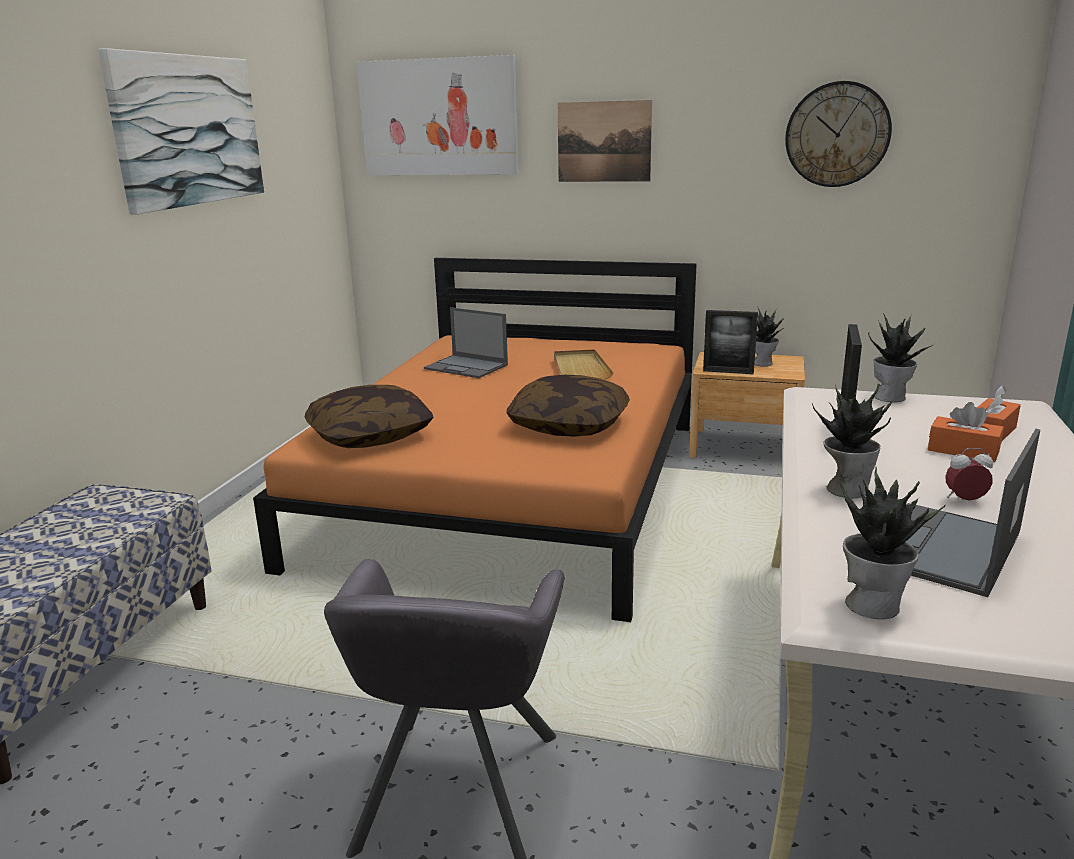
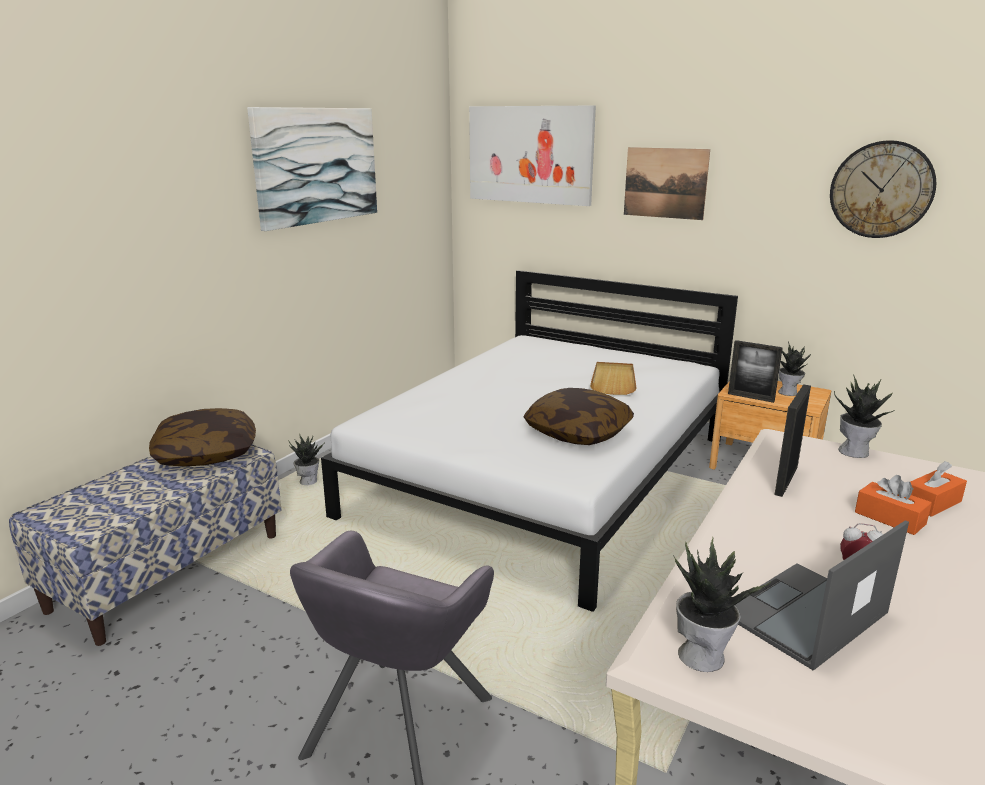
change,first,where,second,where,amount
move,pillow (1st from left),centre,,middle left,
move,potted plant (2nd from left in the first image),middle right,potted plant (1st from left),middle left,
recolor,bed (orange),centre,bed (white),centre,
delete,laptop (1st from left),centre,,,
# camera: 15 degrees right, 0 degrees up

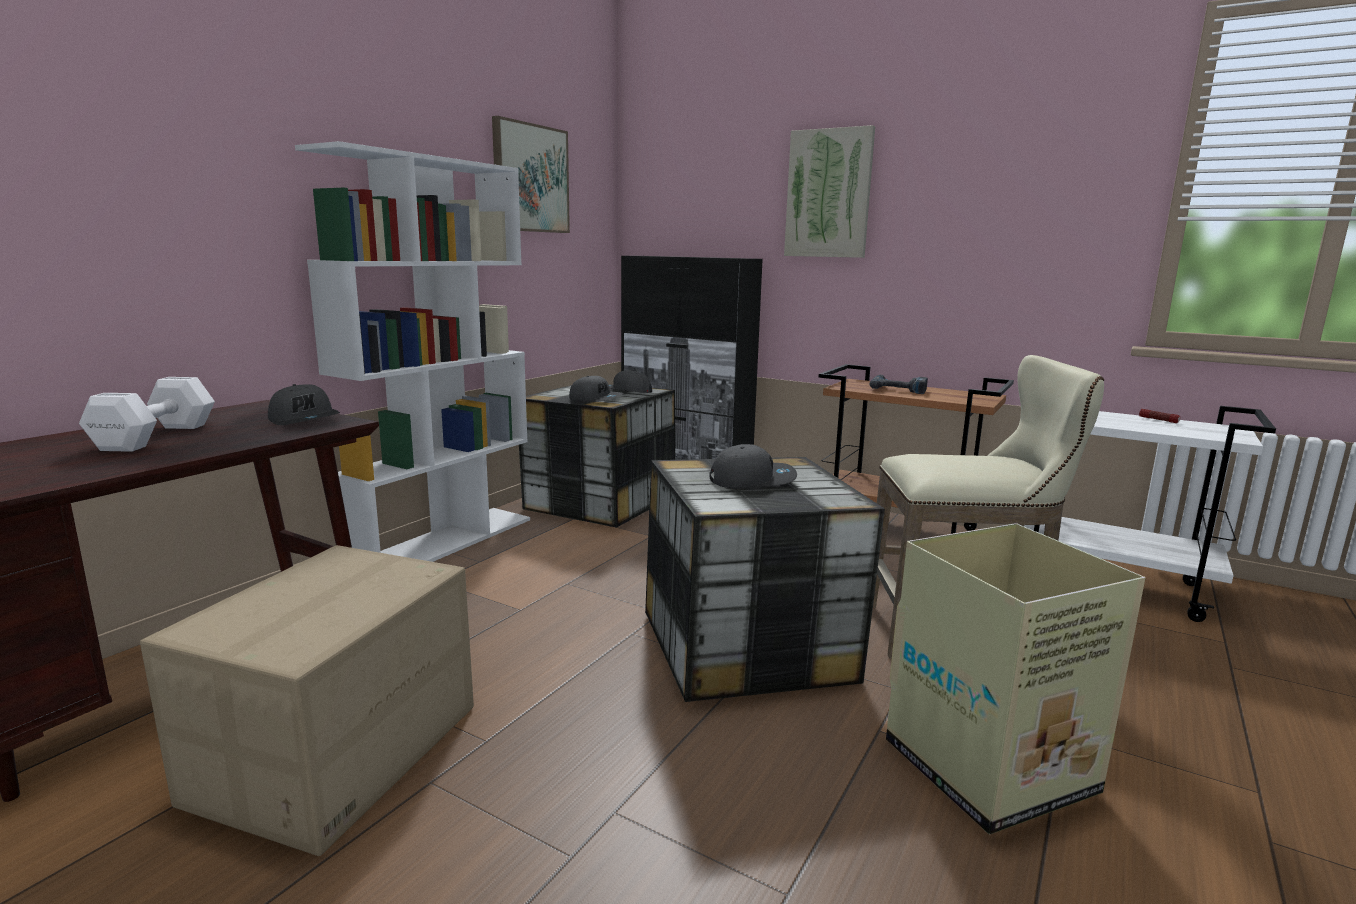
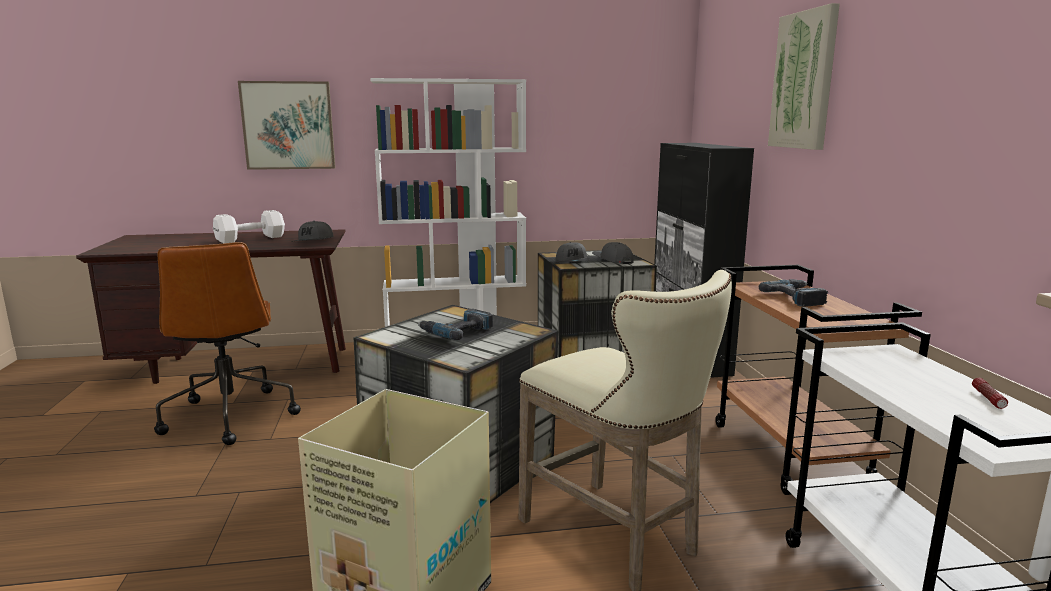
change,first,where,second,where,amount
replace,cardboard box (1st from left),bottom left,office chair (brown),middle left,
move,picture (1st from left),top centre,,top left,
replace,cap (grey) (4th from left),centre,power drill (1st from left),centre,
# camera: 50 degrees right, 0 degrees up

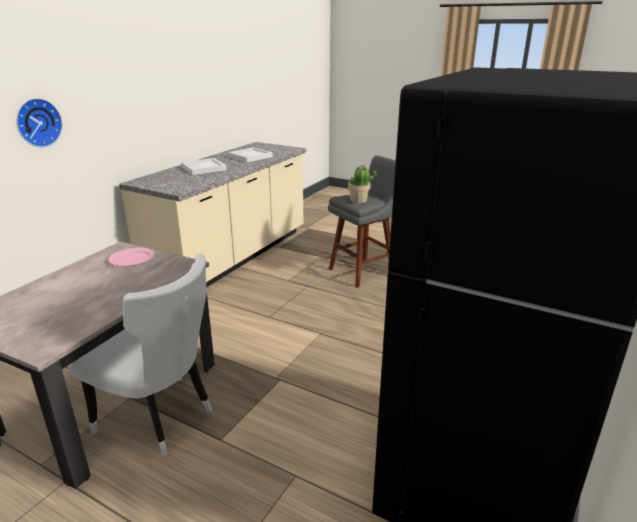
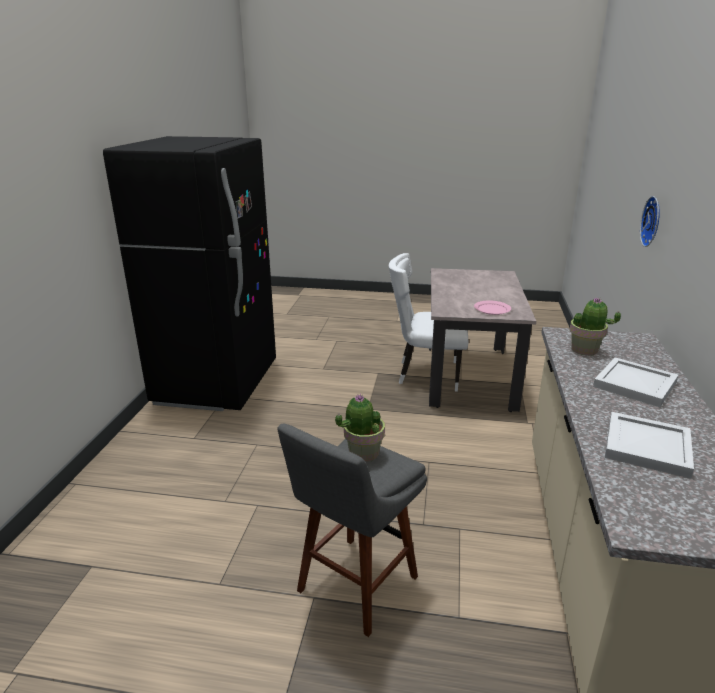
change,first,where,second,where,amount
insert,,,potted plant (2nd from left),middle right,
# camera: 160 degrees right, 0 degrees up

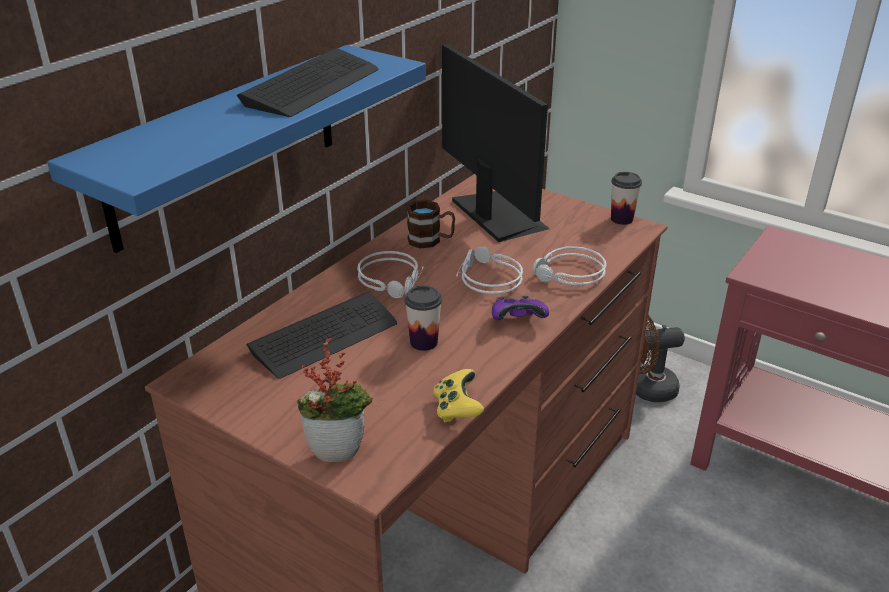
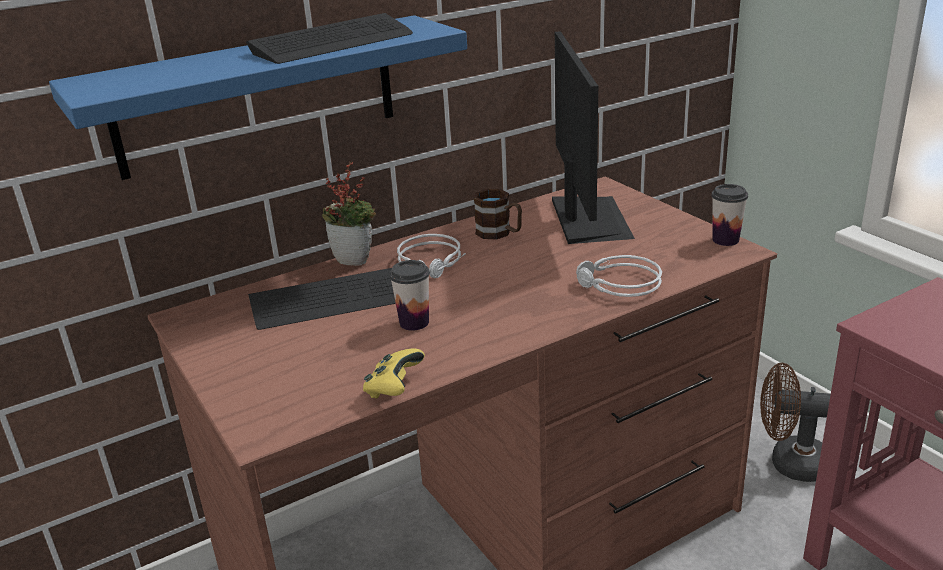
change,first,where,second,where,amount
move,potted plant,bottom centre,,centre,
delete,headphones (grey) (2nd from left),centre,,,
delete,game controller (purple),centre,,,
# camera: 25 degrees right, 5 degrees down

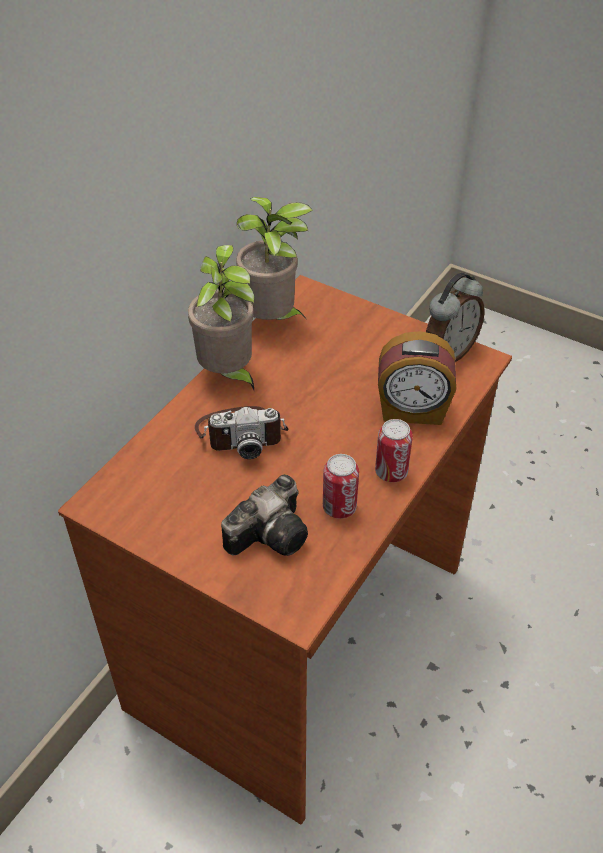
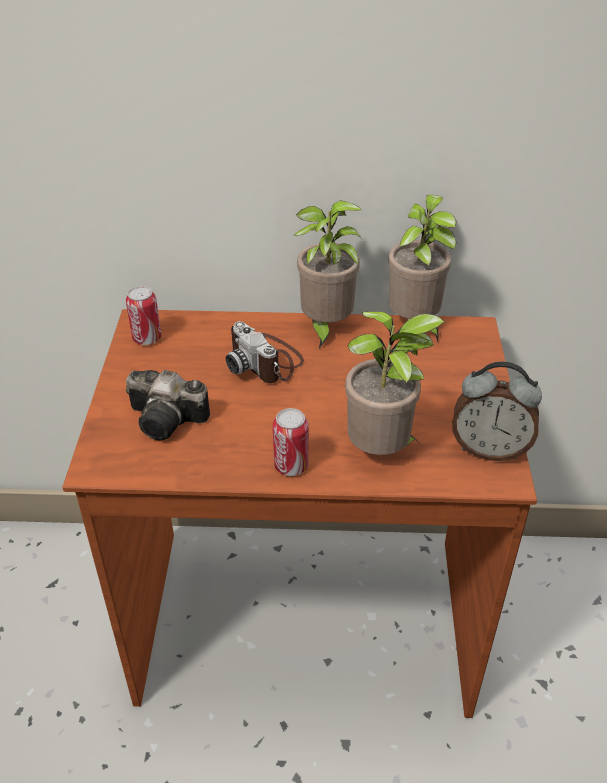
change,first,where,second,where,amount
move,can (1st from left),centre,,middle left,
replace,alarm clock (1st from left),middle right,potted plant (2nd from left),centre,
# camera: 60 degrees right, 5 degrees down

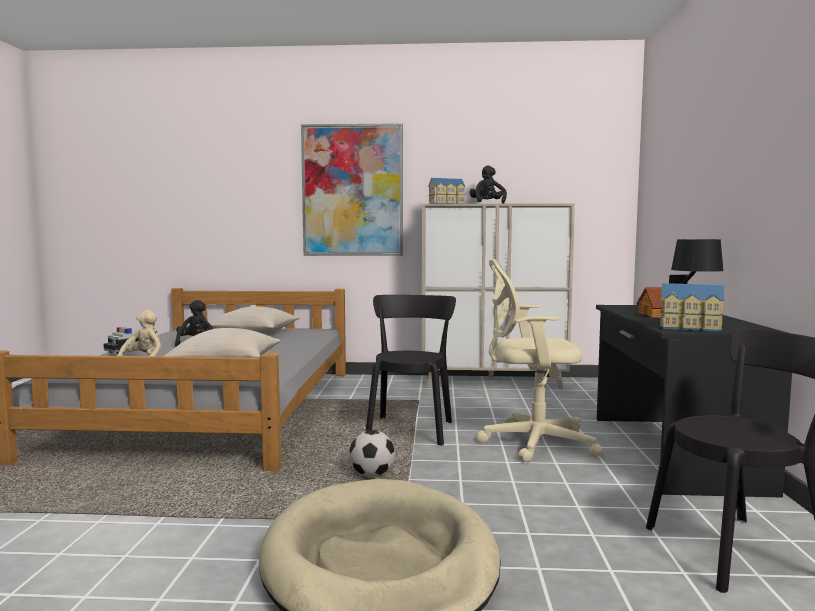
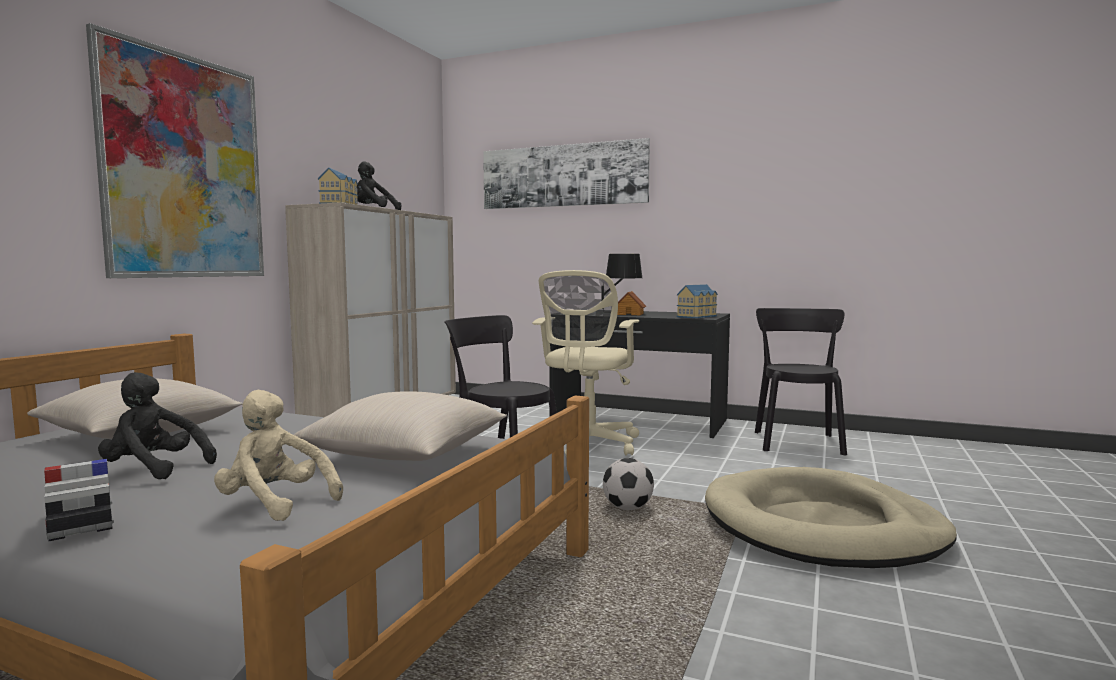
change,first,where,second,where,amount
insert,,,picture (2nd from left),top centre,
# camera: 70 degrees left, 0 degrees up

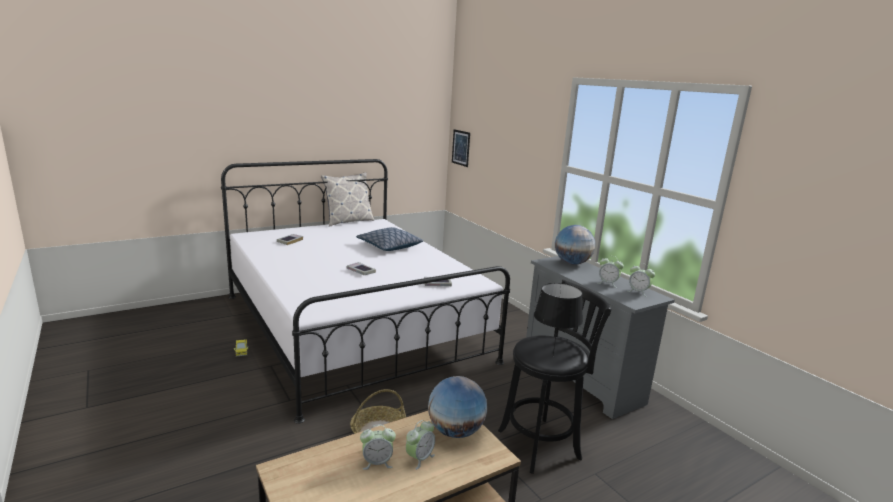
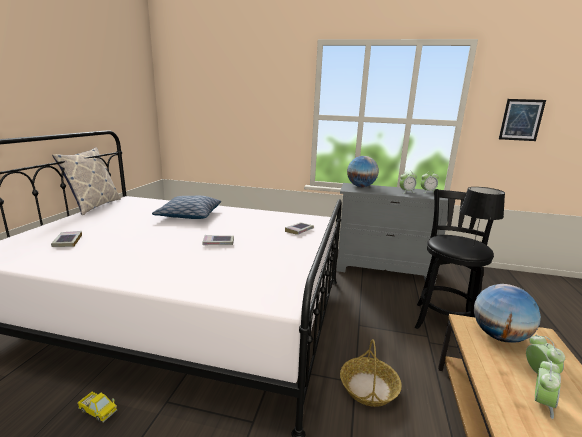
change,first,where,second,where,amount
move,picture,top centre,,top right,
# camera: 45 degrees left, 0 degrees up

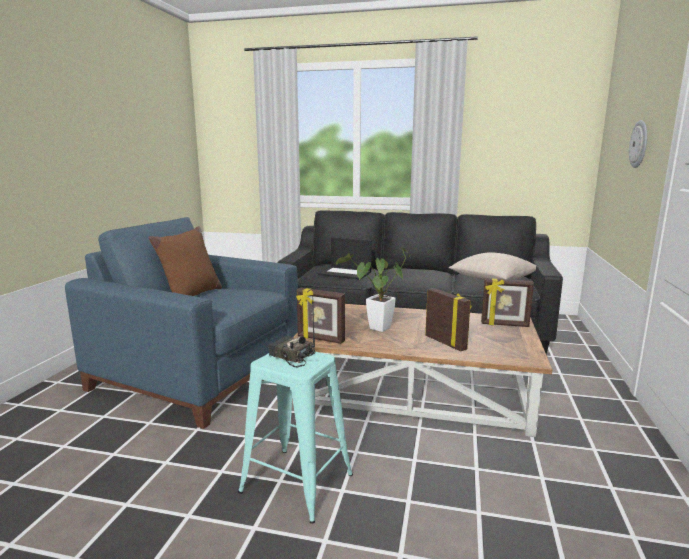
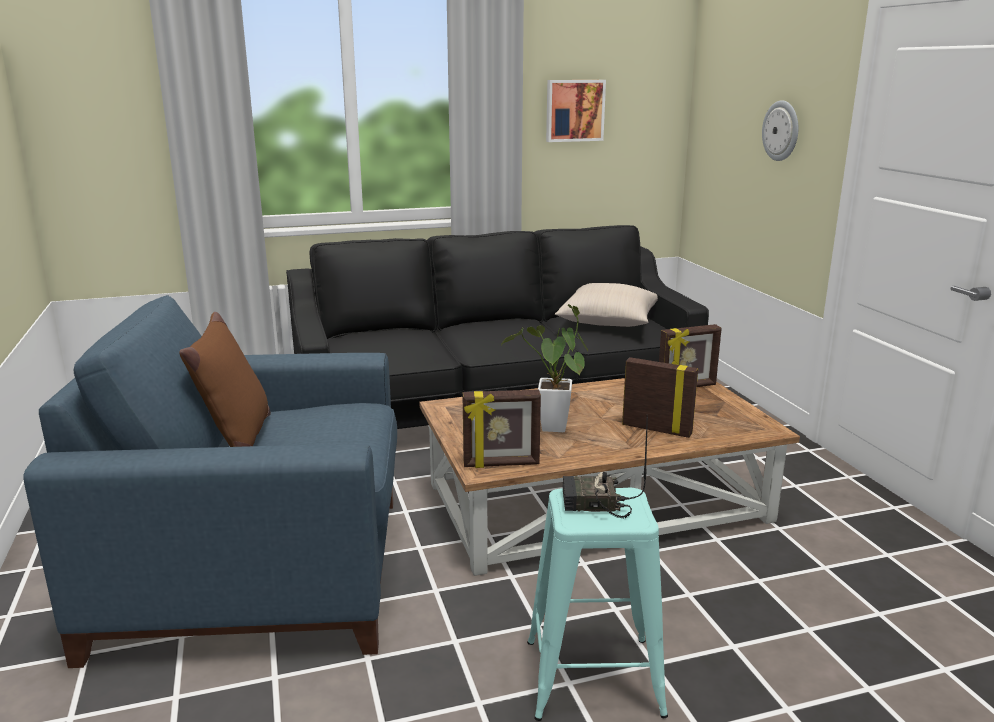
change,first,where,second,where,amount
insert,,,picture,top centre,
delete,laptop,centre,,,
# camera: 30 degrees left, 5 degrees up

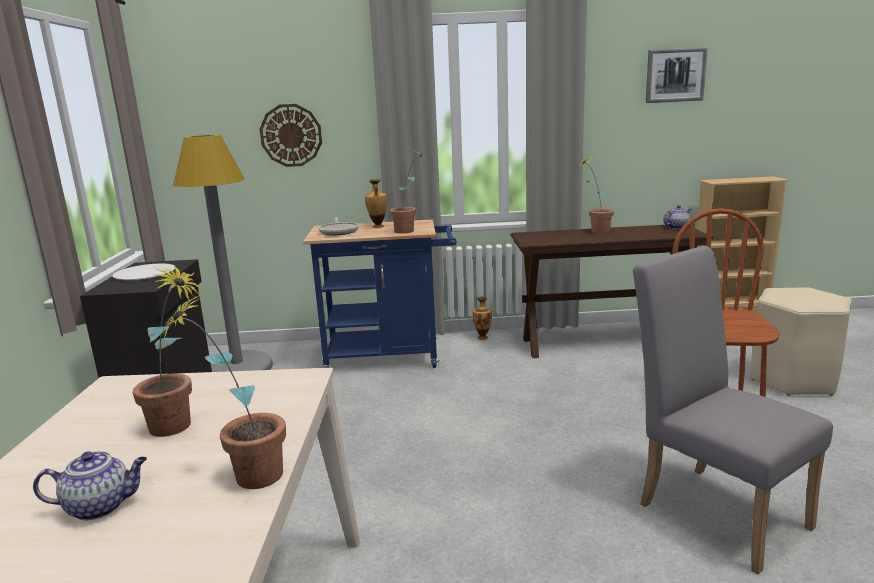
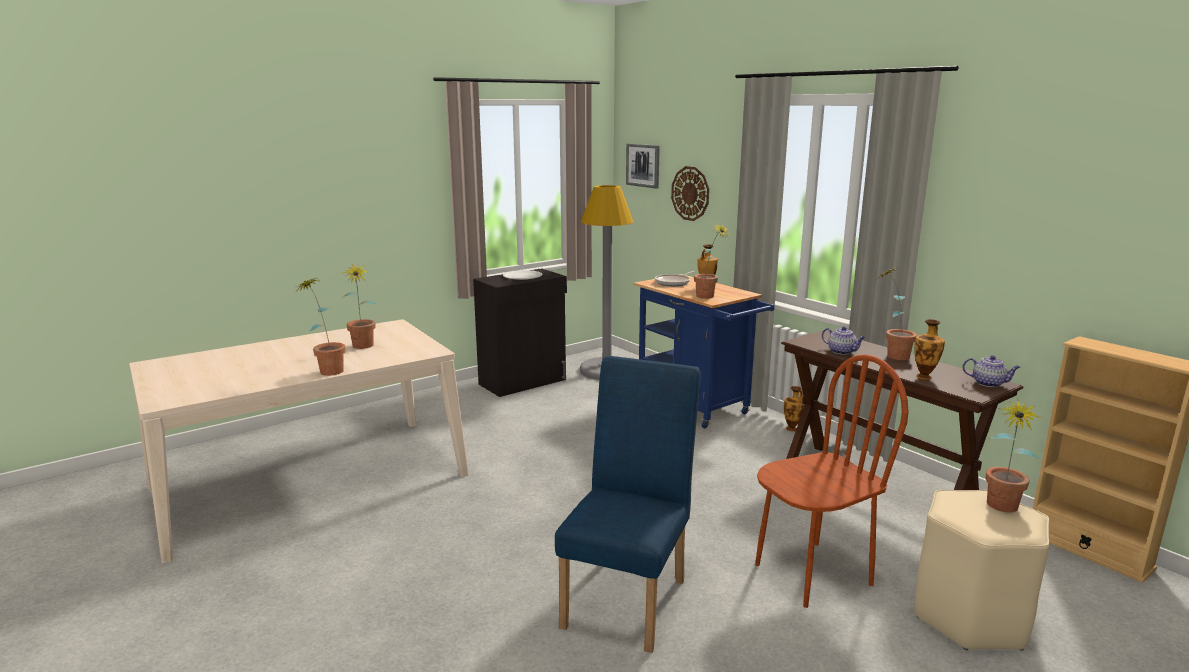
change,first,where,second,where,amount
recolor,chair (grey),bottom right,chair (blue),bottom centre,
move,picture,top right,,top centre,
move,teapot (1st from left),bottom left,,middle right,
insert,,,vase (3rd from left),middle right,
insert,,,potted plant (5th from left),bottom right,
# camera: 55 degrees right, 0 degrees up

